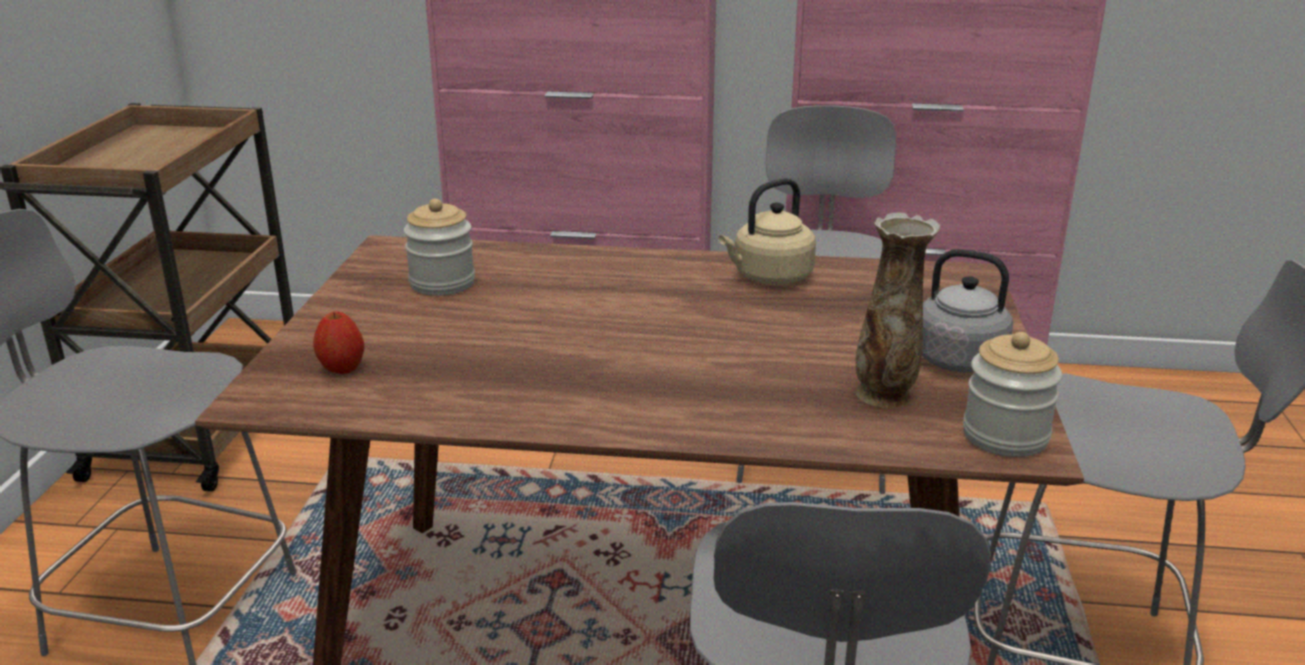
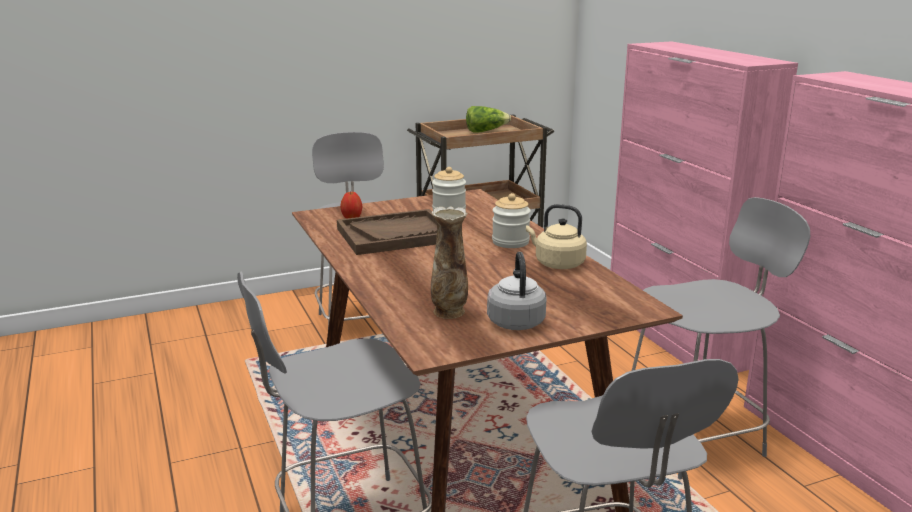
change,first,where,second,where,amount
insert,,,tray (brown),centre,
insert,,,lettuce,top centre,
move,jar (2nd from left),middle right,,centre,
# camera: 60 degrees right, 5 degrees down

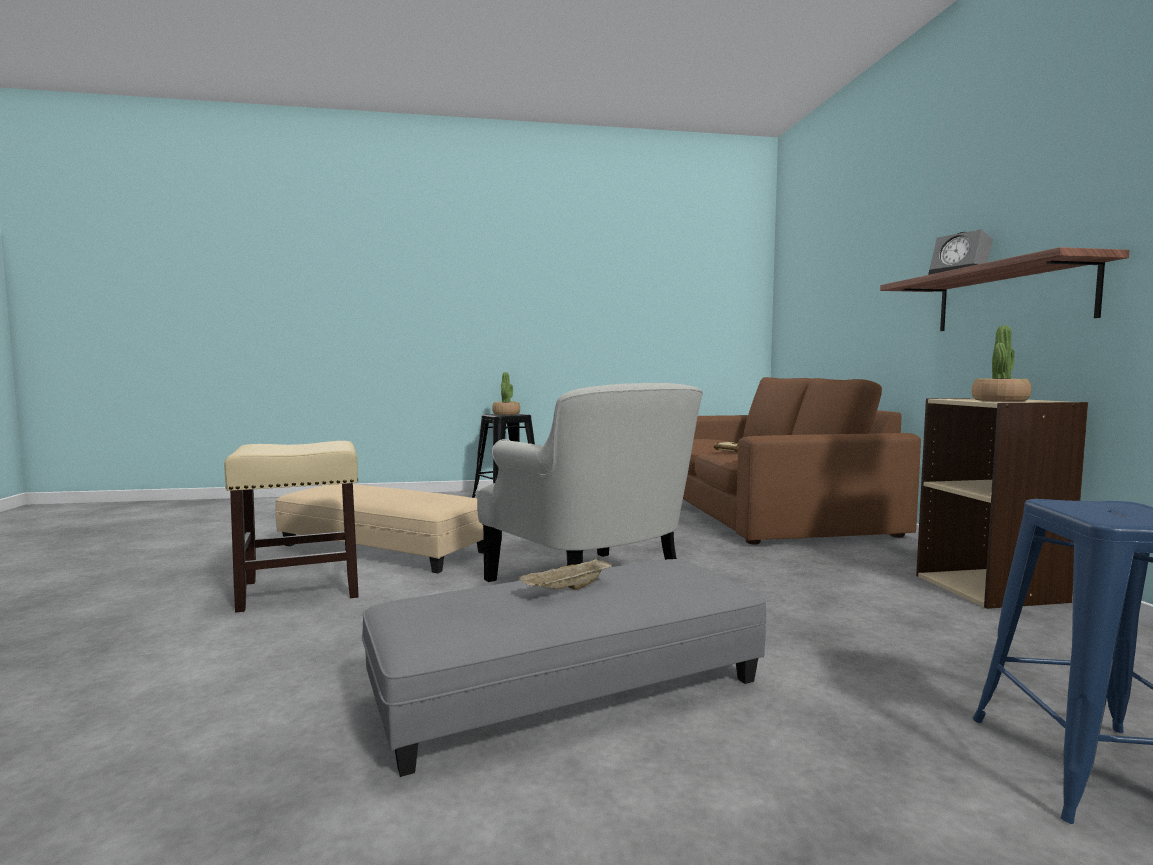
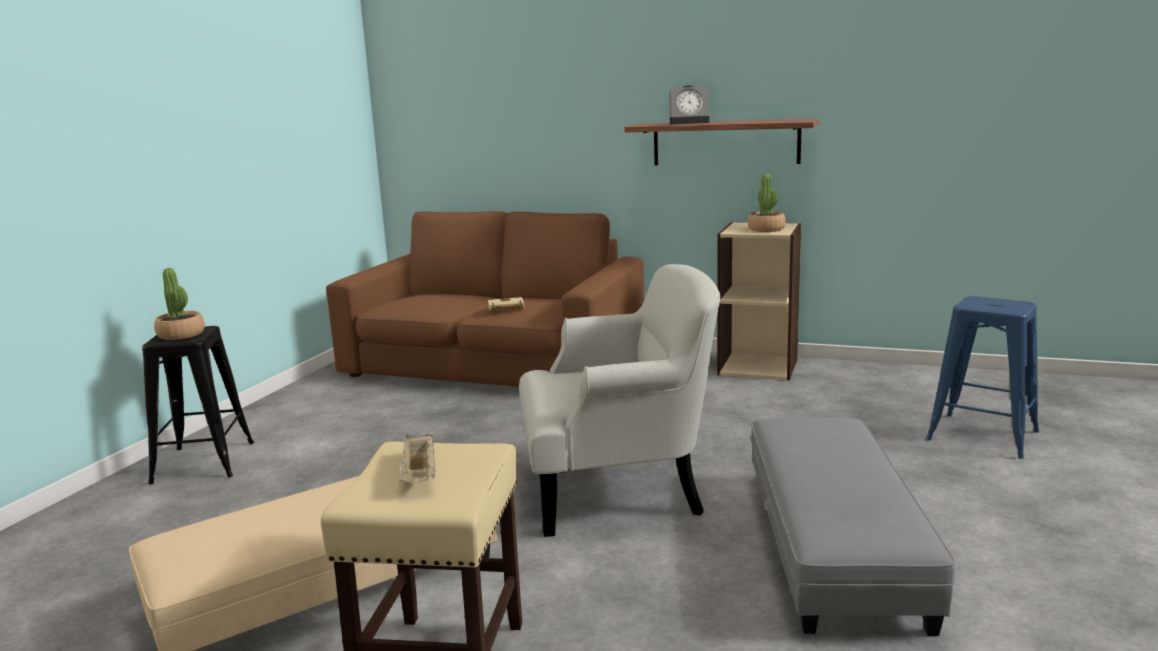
change,first,where,second,where,amount
move,tray (beige),centre,,bottom centre,
# camera: 60 degrees left, 10 degrees up

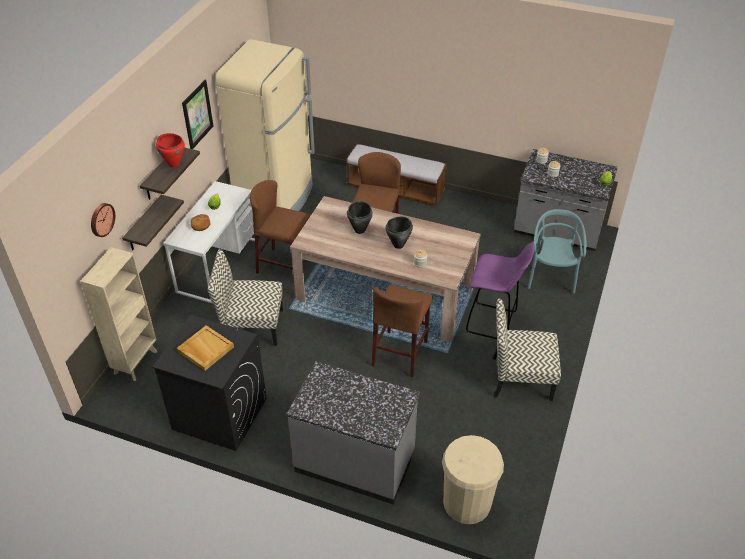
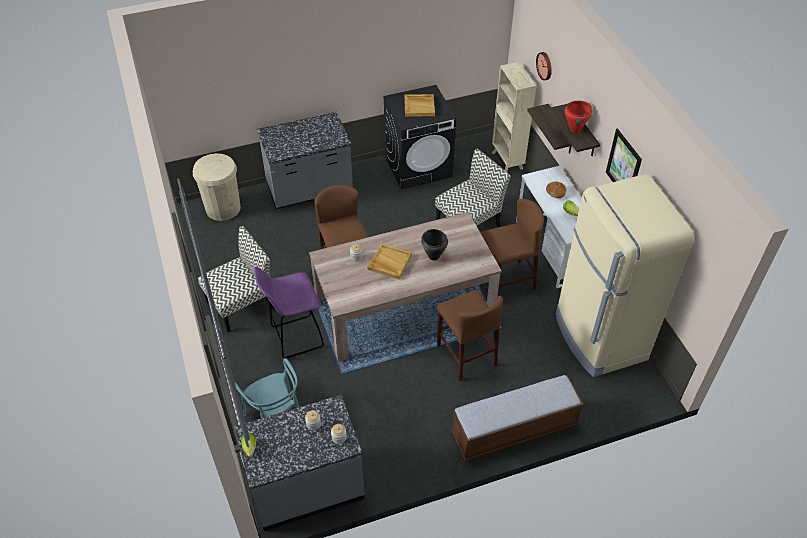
change,first,where,second,where,amount
replace,cooking pot (black) (2nd from left),centre,tray (beige) (1st from left),centre,
# camera: 140 degrees right, 5 degrees up

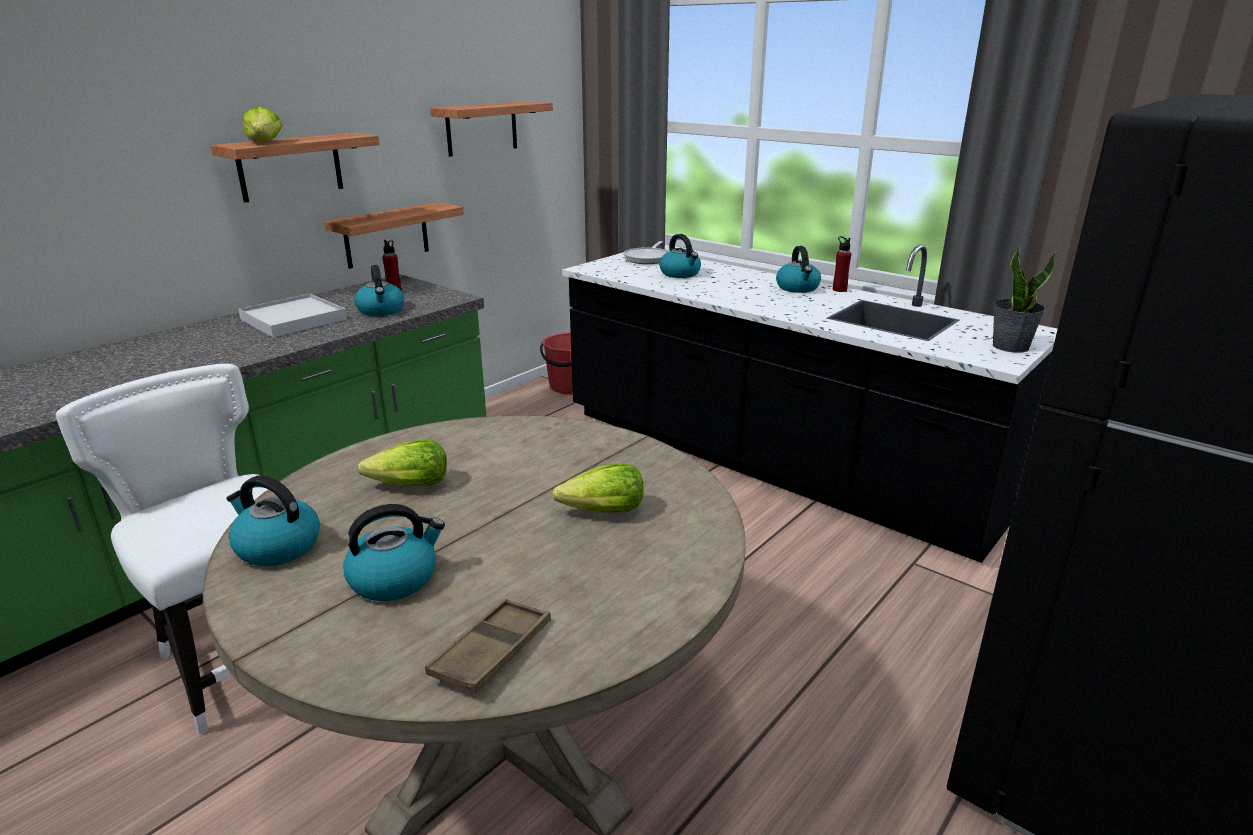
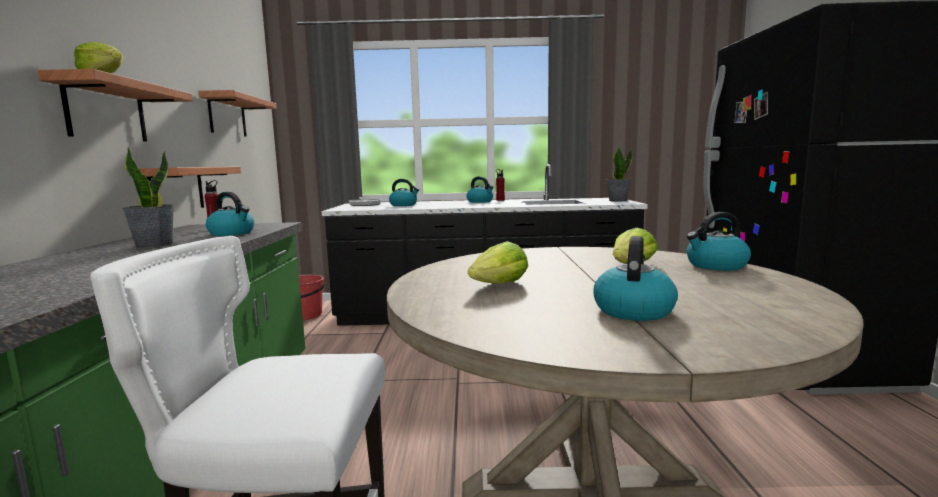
change,first,where,second,where,amount
replace,tray (white),middle left,potted plant (1st from left),middle left,
move,kettle (1st from left in the first image),middle left,kettle (5th from left),middle right,
delete,tray (brown),bottom centre,,,
# camera: 40 degrees left, 15 degrees down

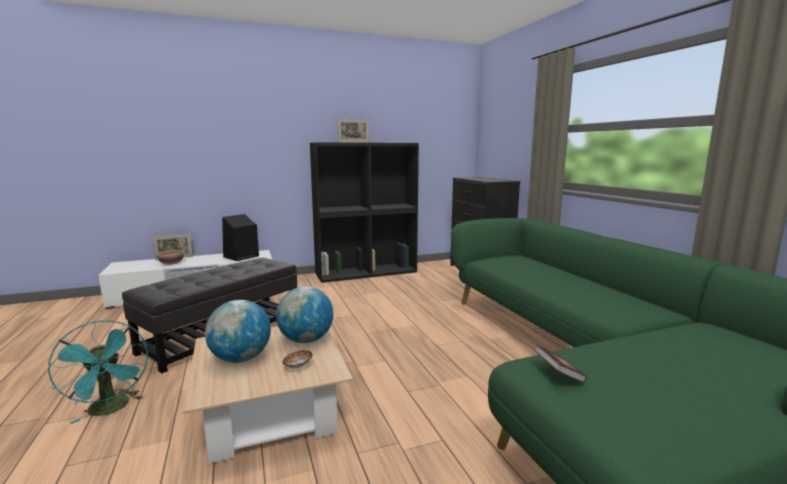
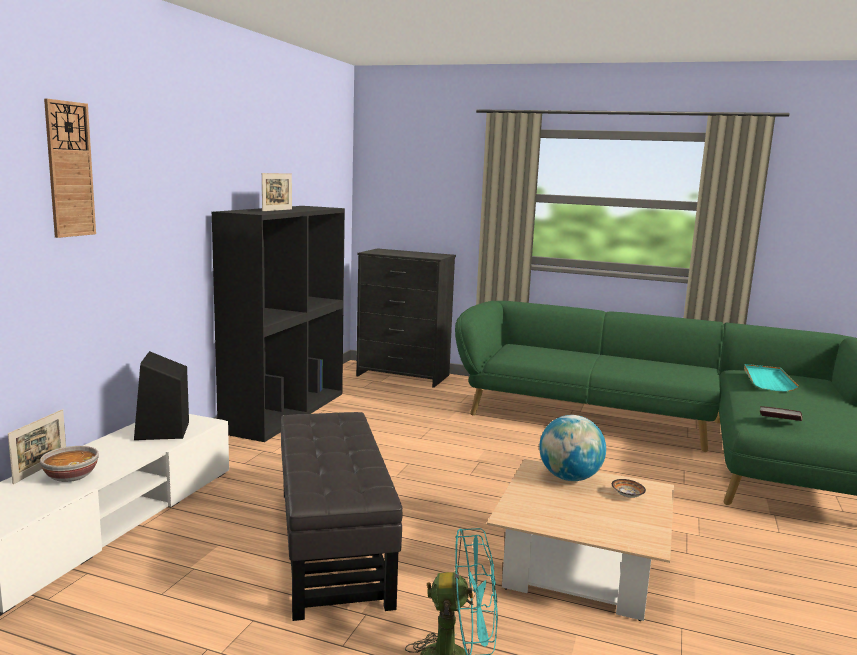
change,first,where,second,where,amount
insert,,,wall clock,top left,
insert,,,tray (turquoise),middle right,
delete,globe (1st from left),bottom left,,,
# camera: 50 degrees left, 0 degrees up

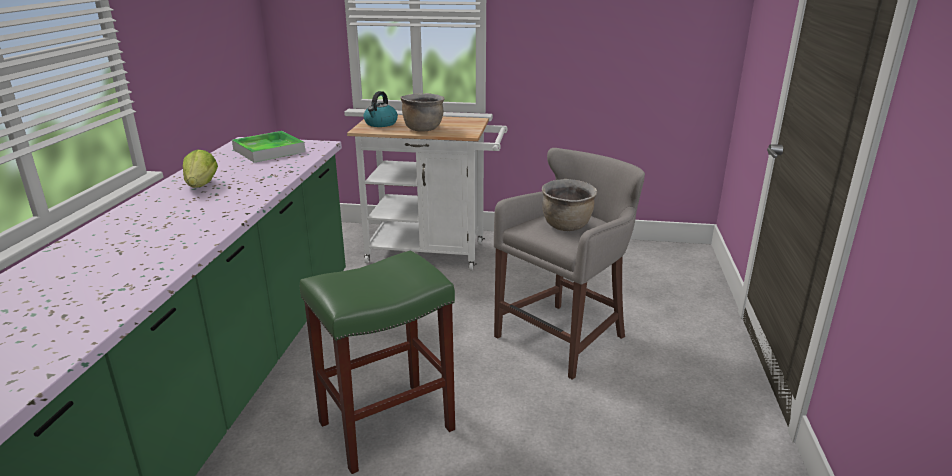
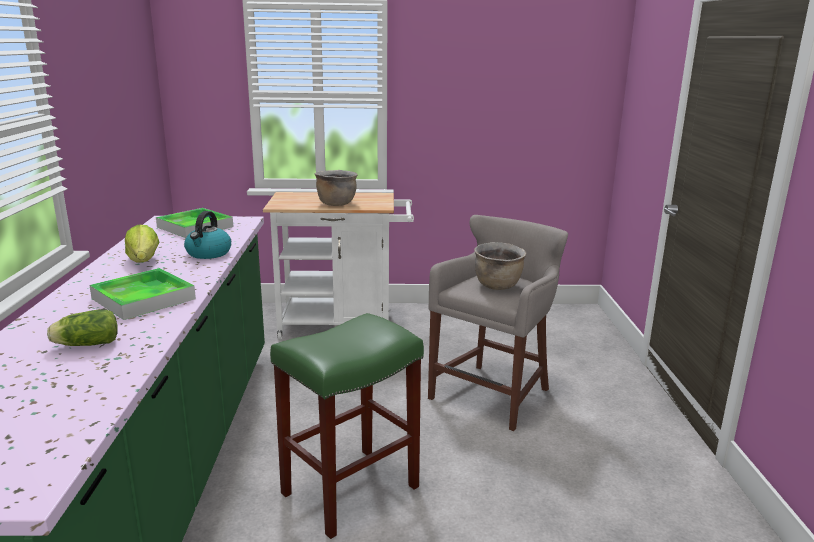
change,first,where,second,where,amount
insert,,,lettuce (1st from left),middle left,
insert,,,tray (1st from left),middle left,
move,kettle,top centre,,middle left,
# camera: 10 degrees left, 5 degrees down

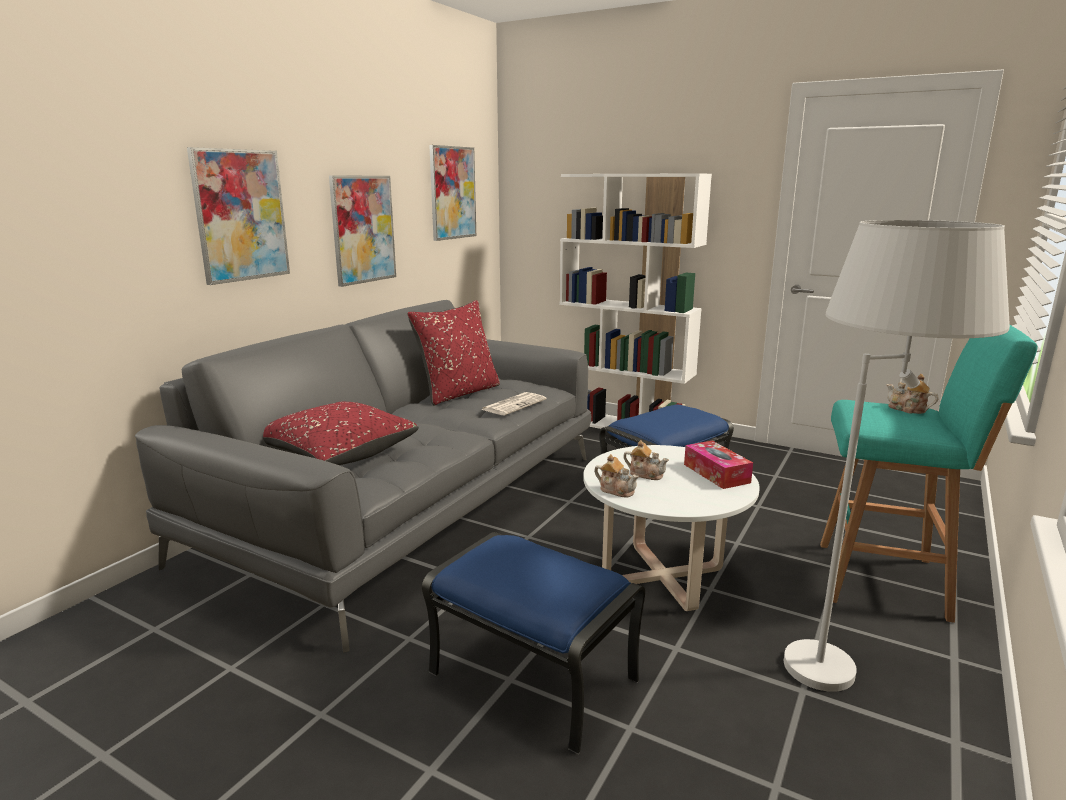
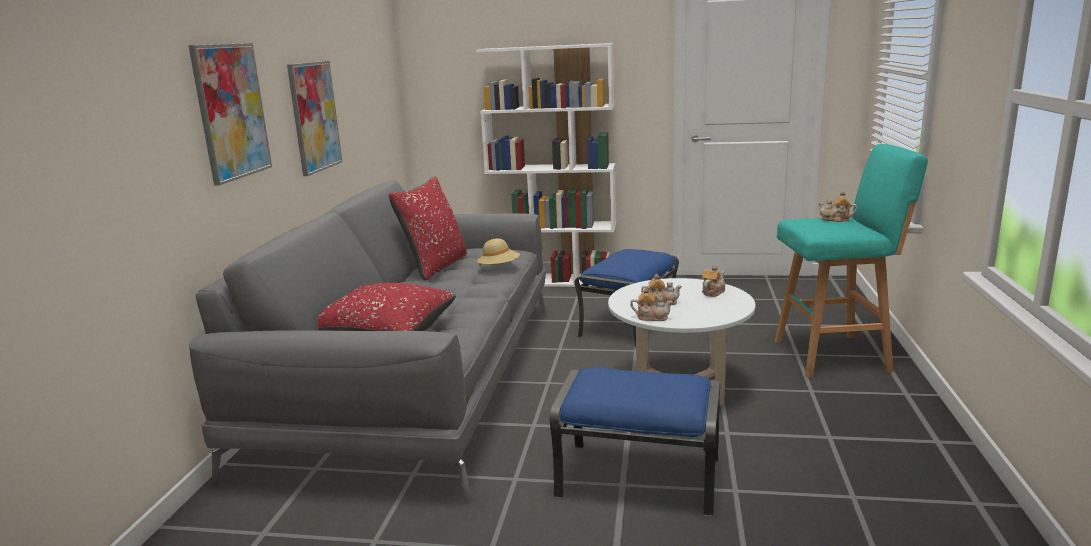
change,first,where,second,where,amount
replace,newspaper,centre,hat (beige),centre,
replace,tissue box,middle right,teapot (3rd from left),centre,
delete,picture (3rd from left),top centre,,,
delete,floor lamp (white),middle right,,,
# camera: 20 degrees left, 0 degrees up

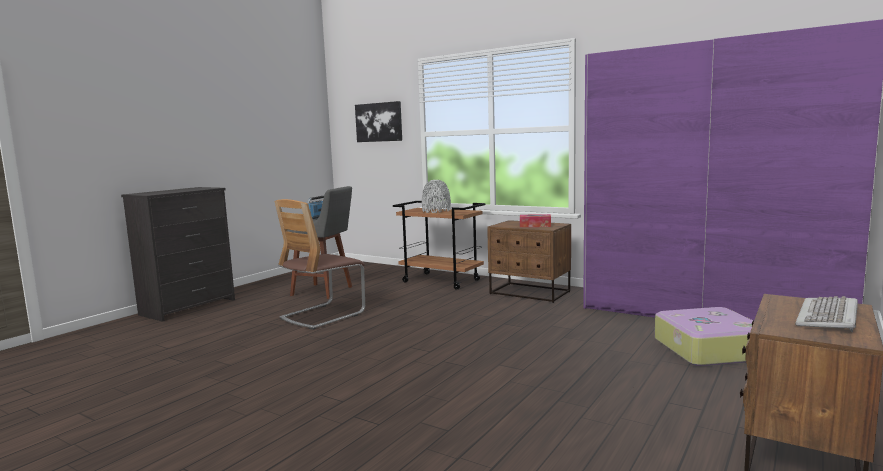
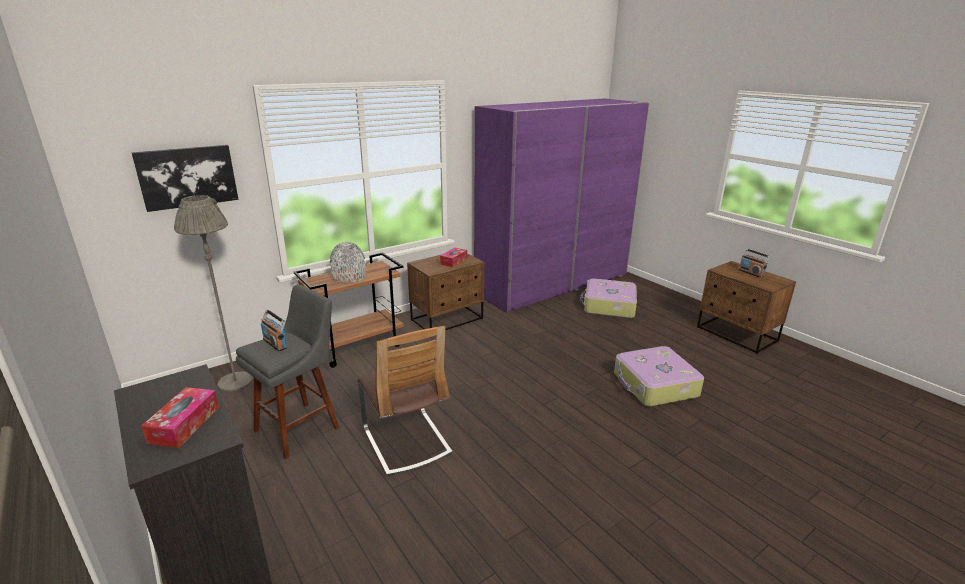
change,first,where,second,where,amount
insert,,,tissue box (1st from left),bottom left,
insert,,,floor lamp (grey),middle left,
insert,,,suitcase (2nd from left),middle right,
replace,keyboard,bottom right,radio (2nd from left),middle right,
# camera: 70 degrees left, 15 degrees up

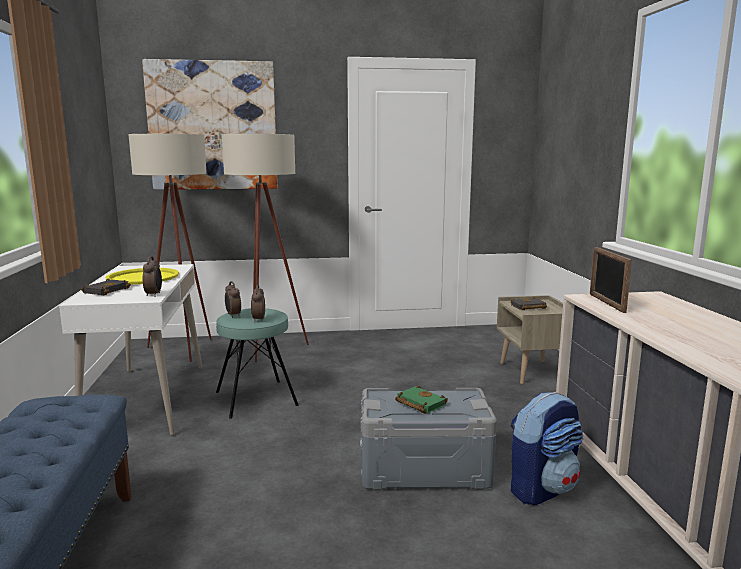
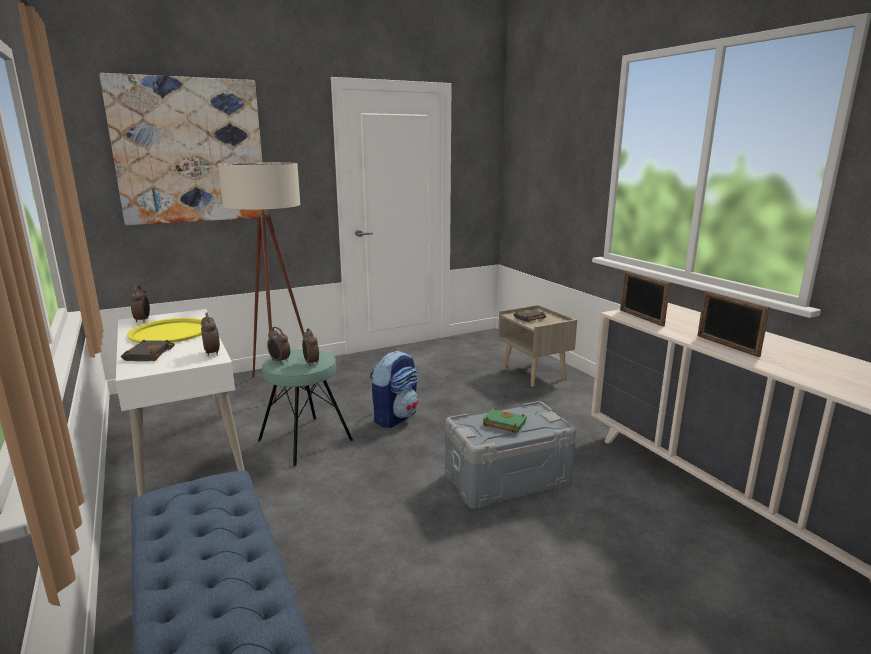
change,first,where,second,where,amount
insert,,,alarm clock (1st from left),middle left,
move,backpack,bottom right,,centre,
insert,,,picture frame (2nd from left),middle right,
delete,floor lamp (beige) (1st from left),middle left,,,
# camera: 20 degrees left, 5 degrees up

